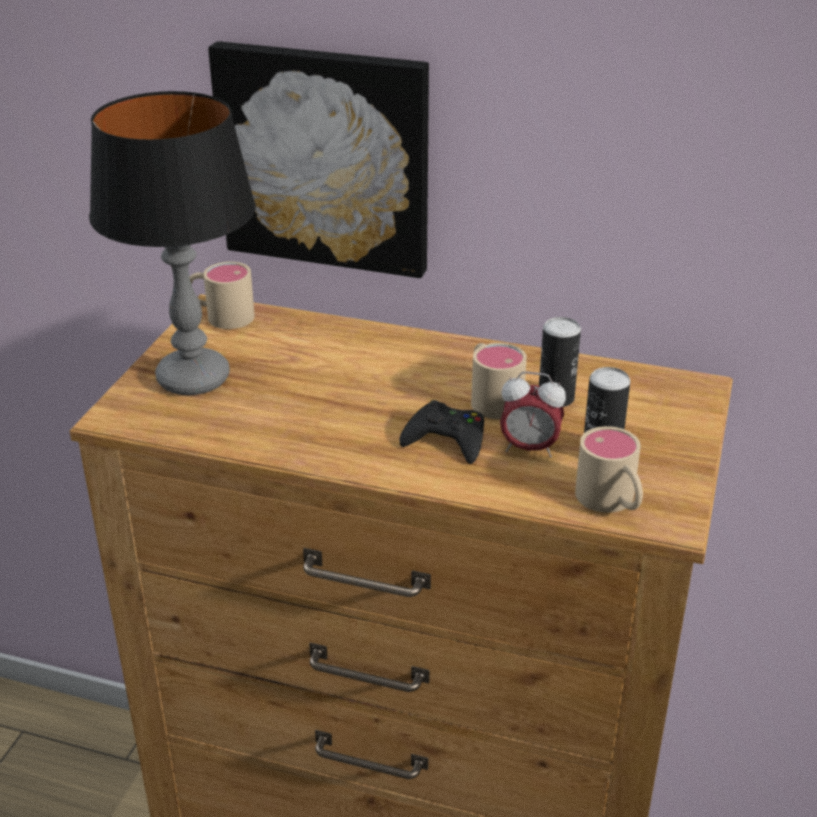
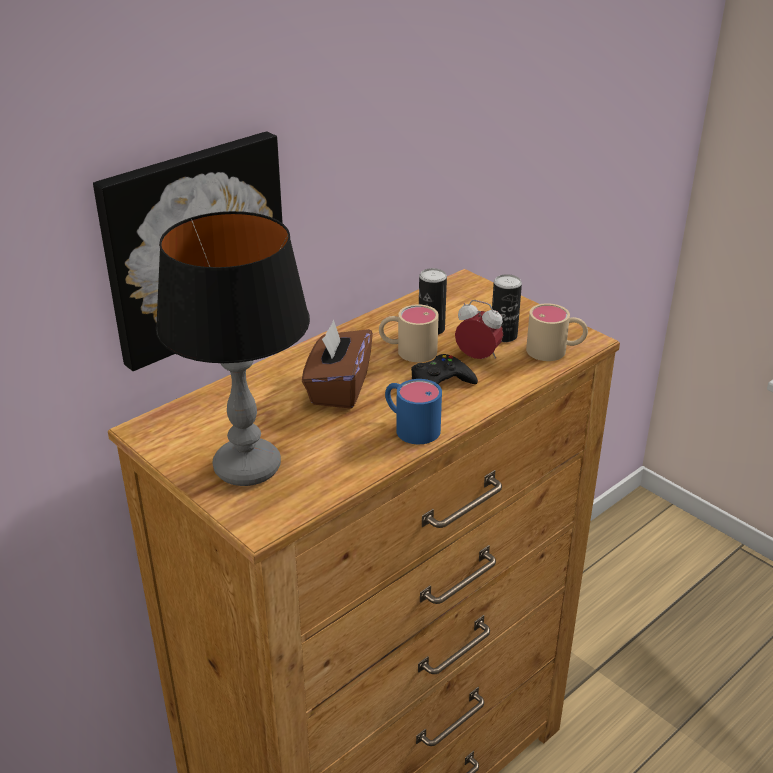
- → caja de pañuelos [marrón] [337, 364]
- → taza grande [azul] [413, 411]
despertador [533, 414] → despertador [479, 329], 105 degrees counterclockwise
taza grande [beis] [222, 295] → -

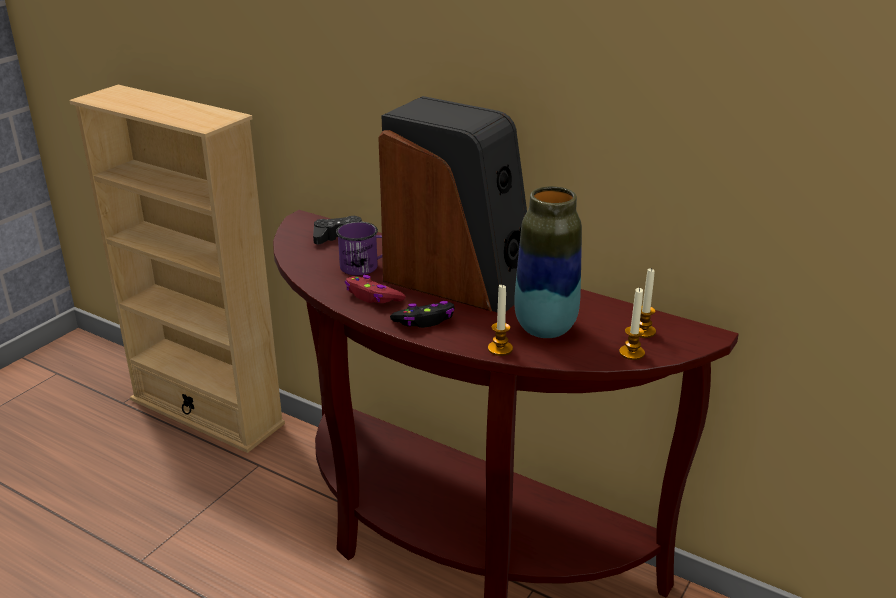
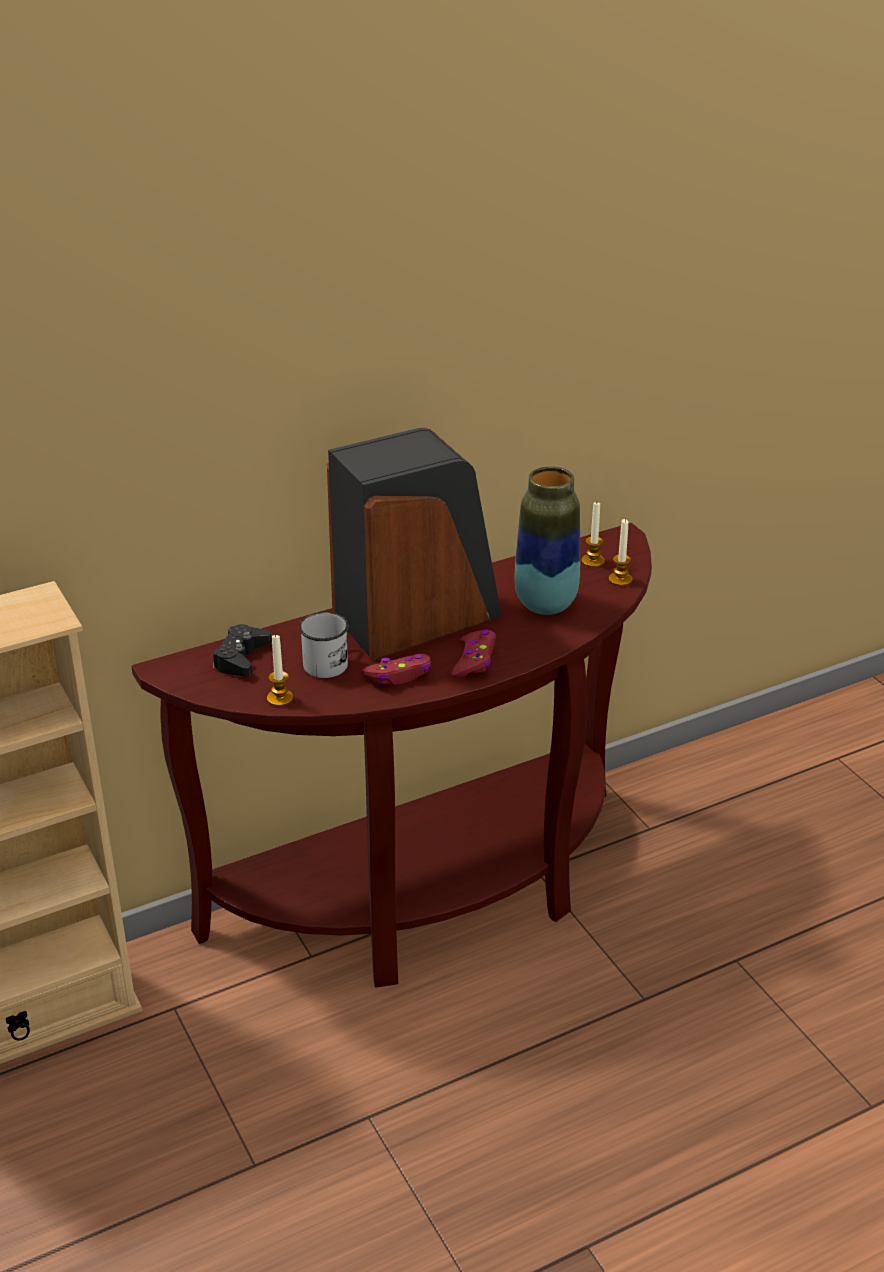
vela [500, 320] → vela [280, 670], shifted
taza grande [morado] [359, 248] → taza grande [blanco] [323, 645]
mando de consola [negro] [422, 314] → mando de consola [rojo] [473, 654]

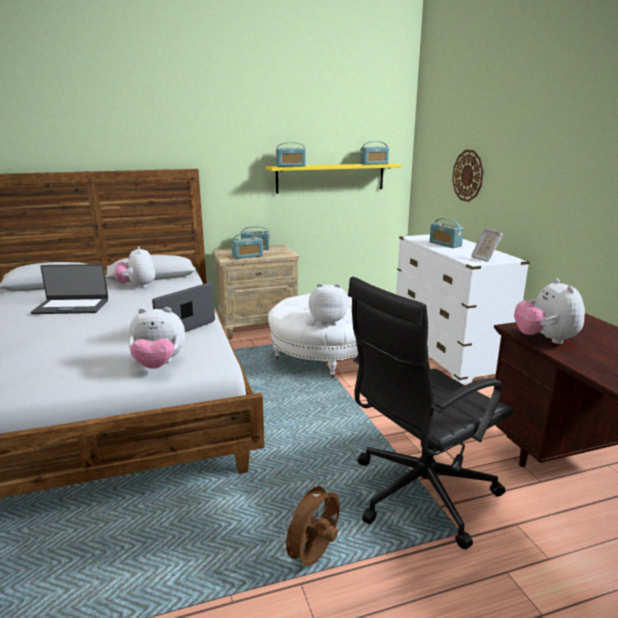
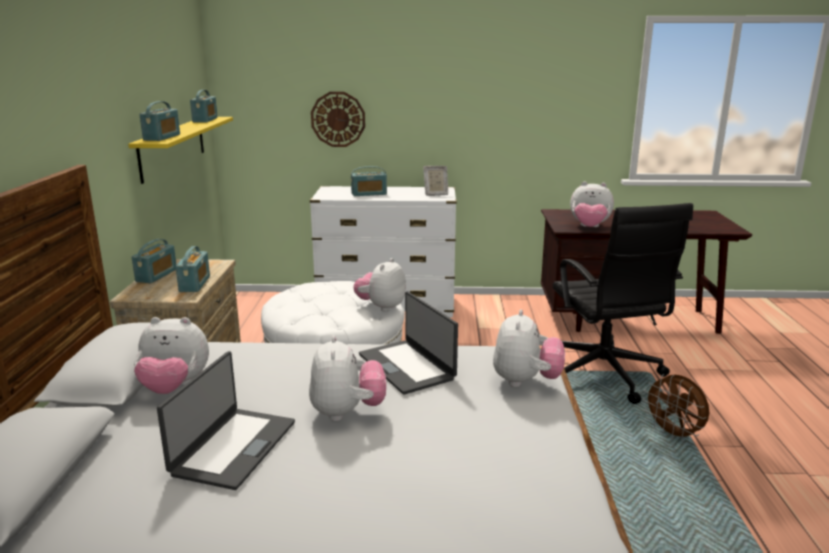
- → peluche [347, 378]

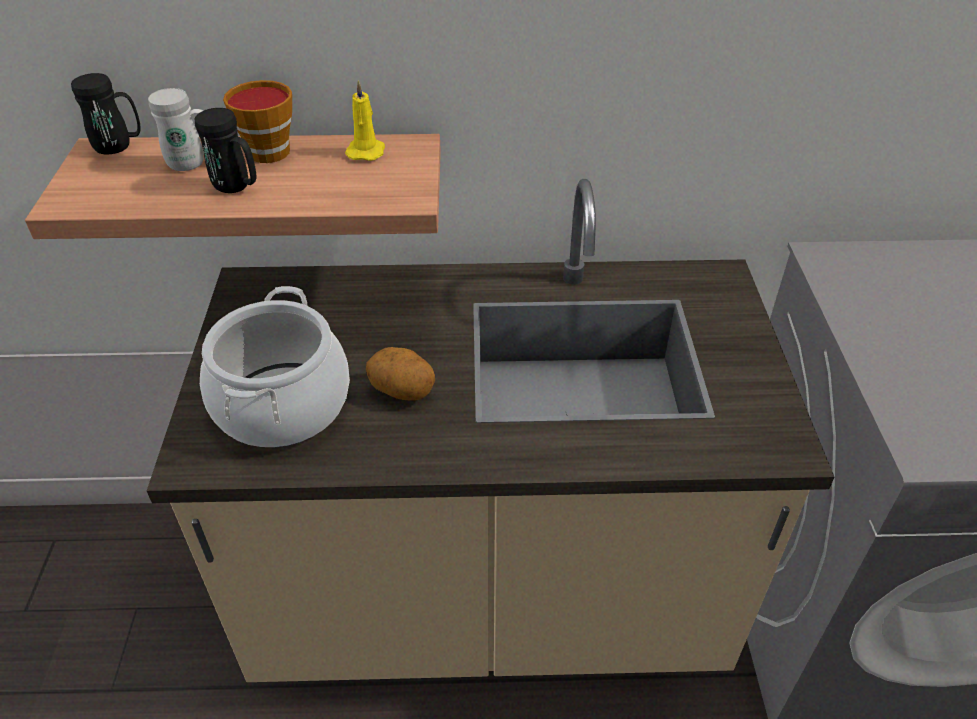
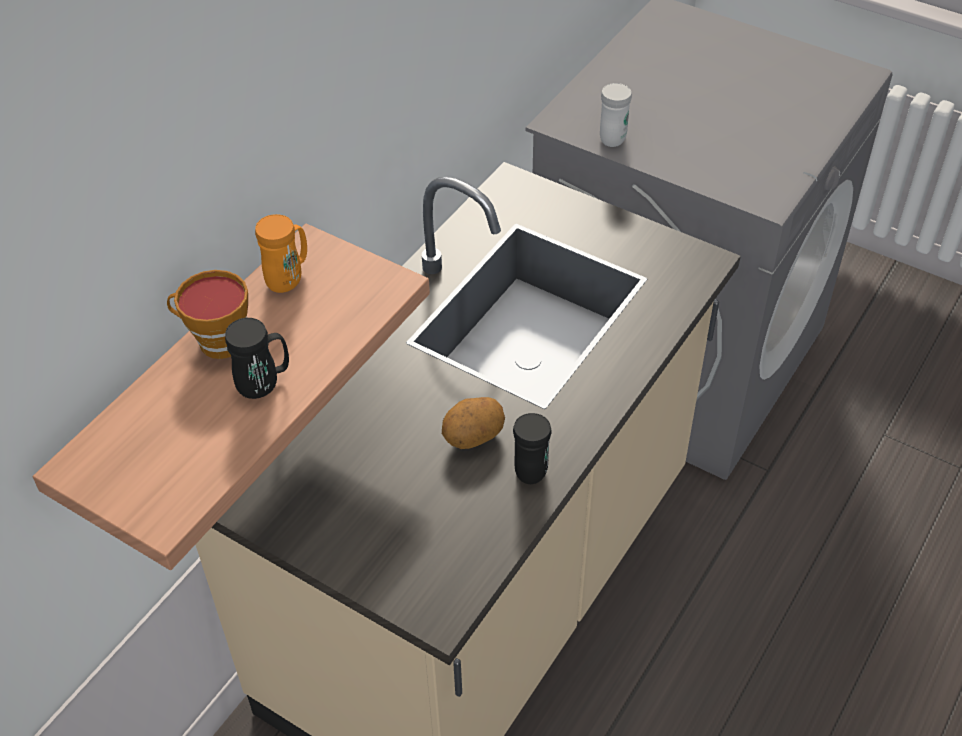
vela [amarillo] [365, 120] → taza grande [naranja] [281, 253]
taza grande [negro] [106, 114] → taza grande [negro] [532, 448], shifted
taza grande [blanco] [176, 129] → taza grande [blanco] [616, 115], shifted
olla [275, 366] → -

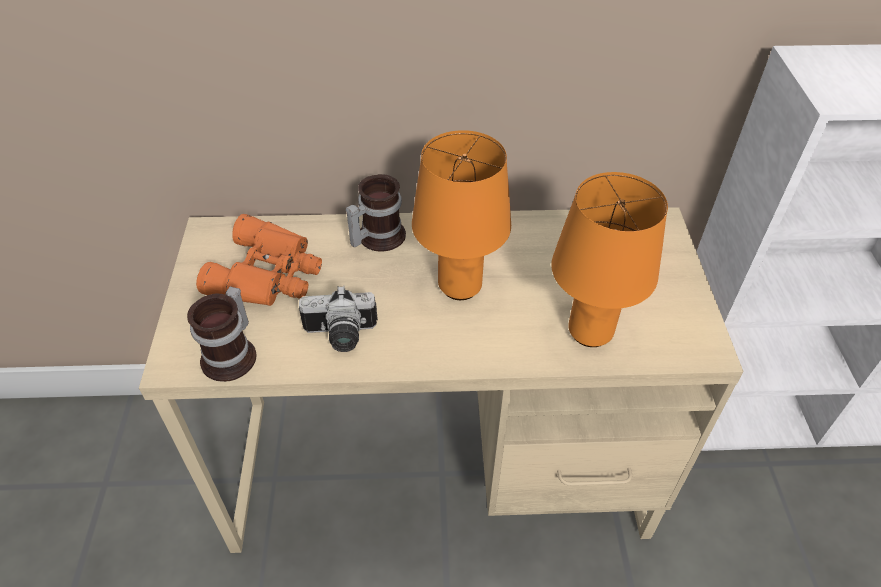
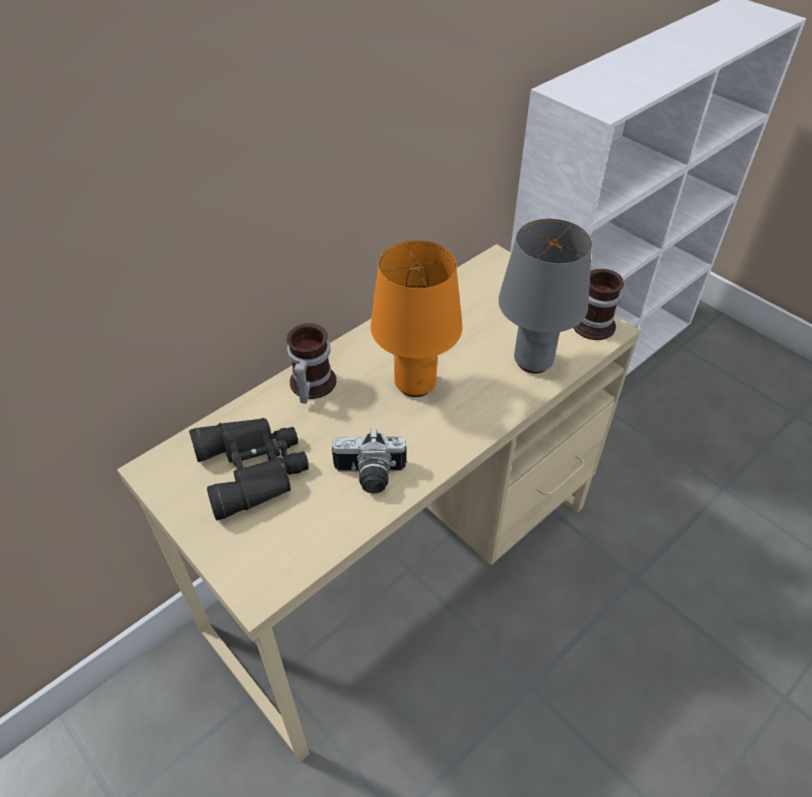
prismáticos [naranja] [259, 260] → prismáticos [negro] [249, 469]
cámara [338, 319] → cámara [369, 461], 45 degrees clockwise
lámpara de mesa [naranja] [609, 259] → lámpara de mesa [gris] [545, 296]
taza grande [222, 334] → taza grande [598, 304], shifted

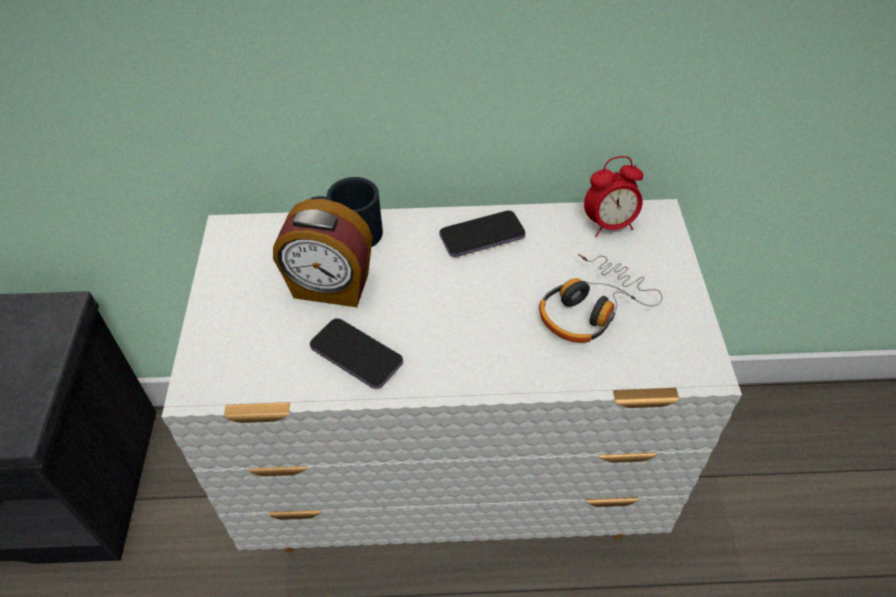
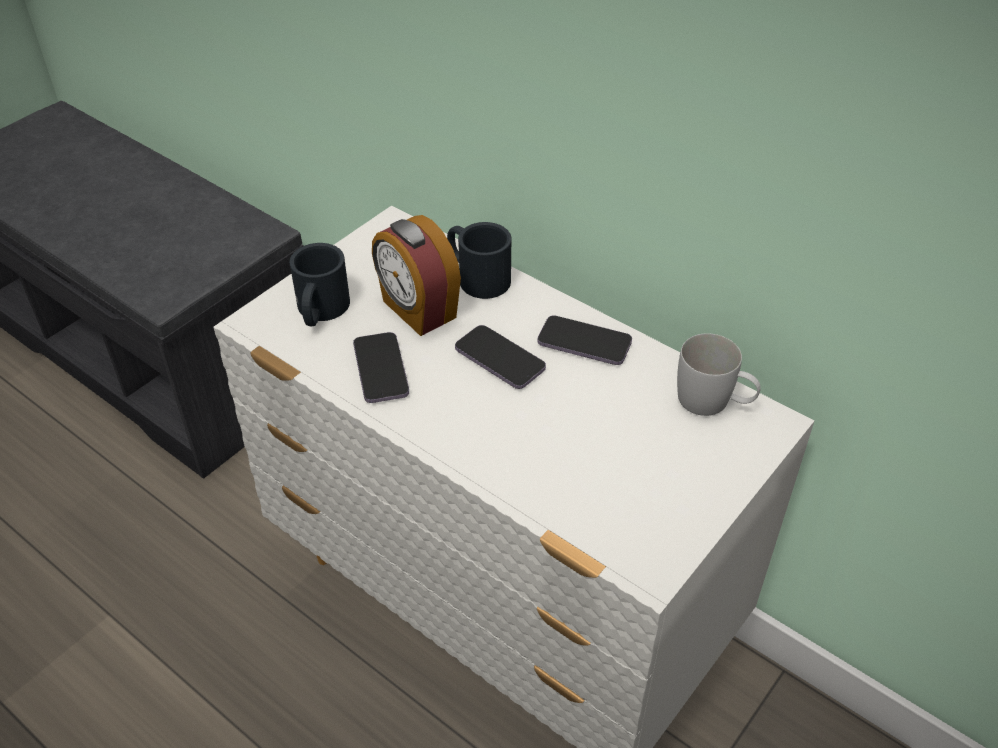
- → taza grande [negro] [319, 285]
- → móvil [500, 357]
despertador [613, 196] → taza grande [blanco] [719, 374]
auriculares [601, 298] → -

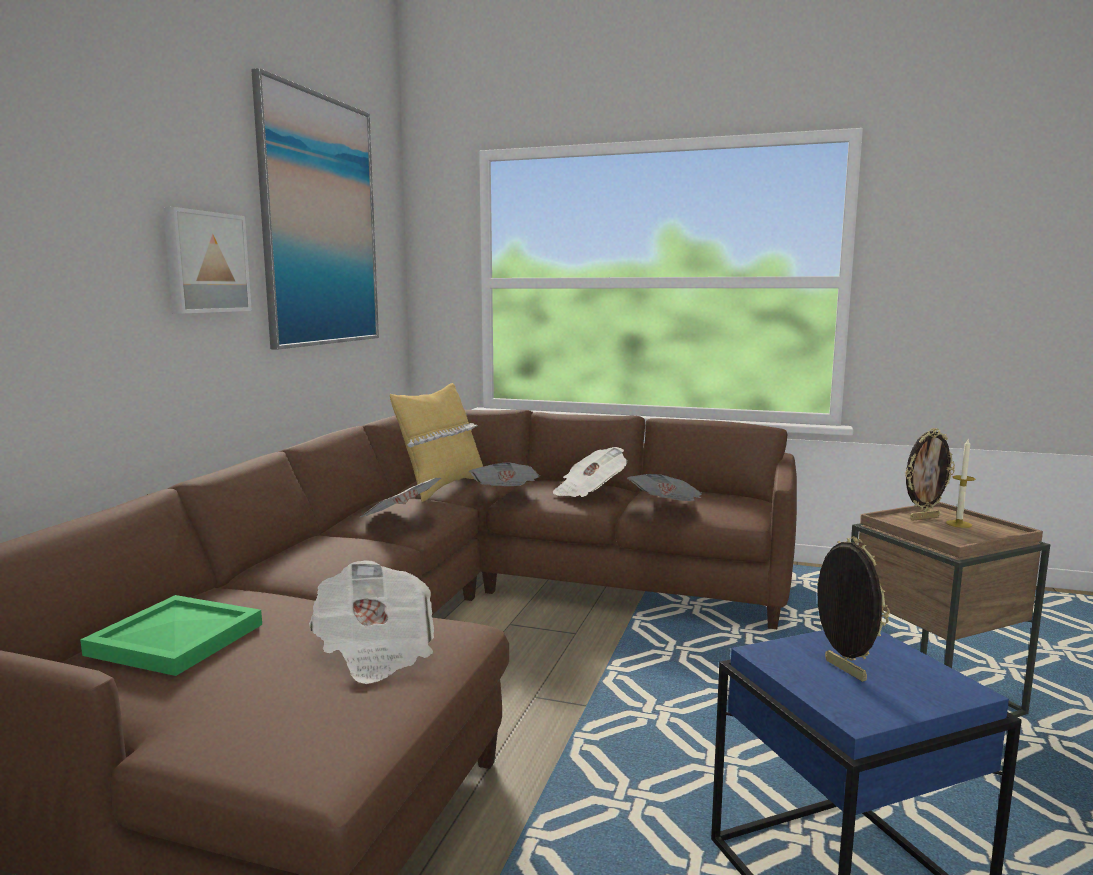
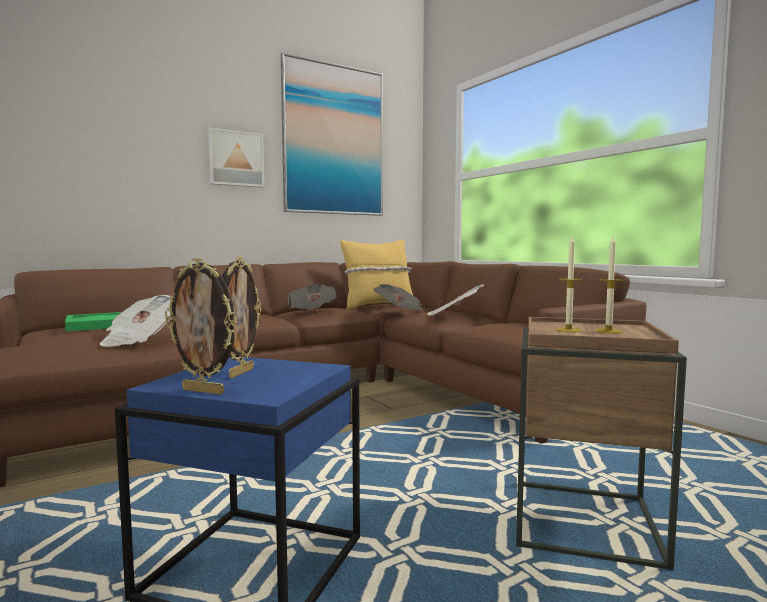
portarretratos [930, 474] → portarretratos [201, 326], shifted
- → vela [569, 284]
periódico [664, 487] → -

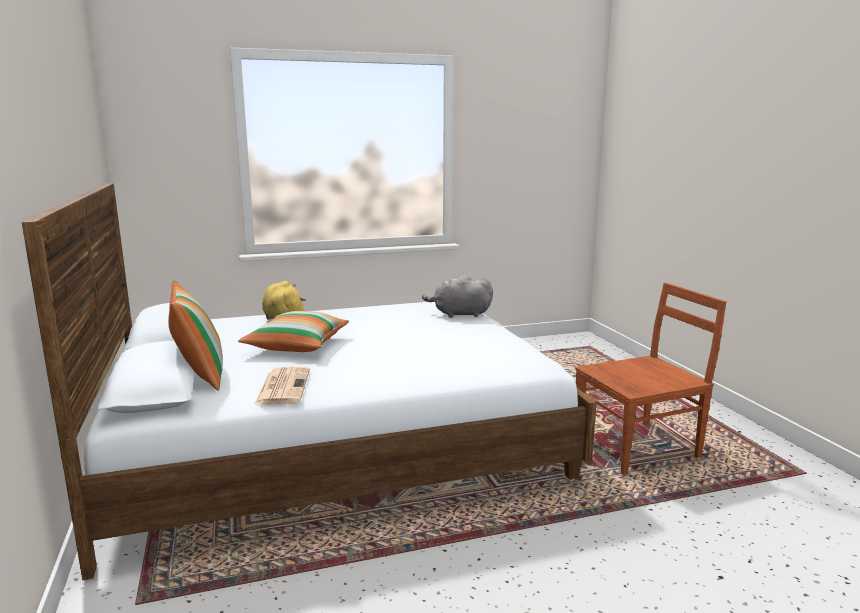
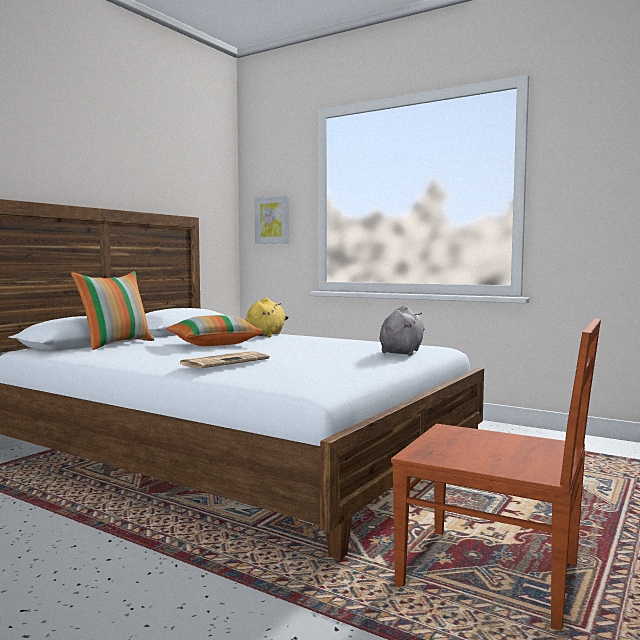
periódico [282, 386] → periódico [225, 360], shifted
- → cuadro [272, 219]
peluche [gris] [457, 296] → peluche [gris] [402, 330], 60 degrees clockwise

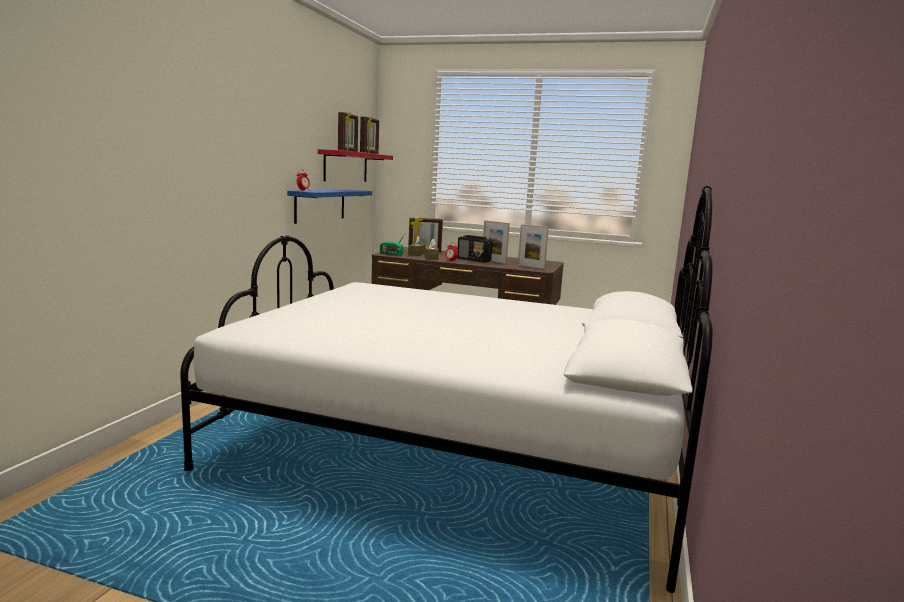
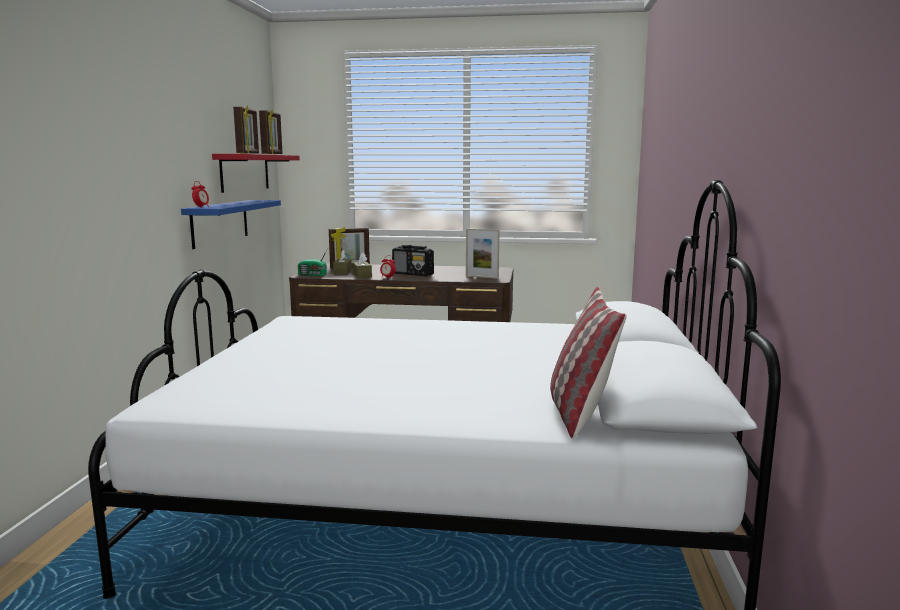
- → cojín [588, 363]
portarretratos [496, 242] → -

